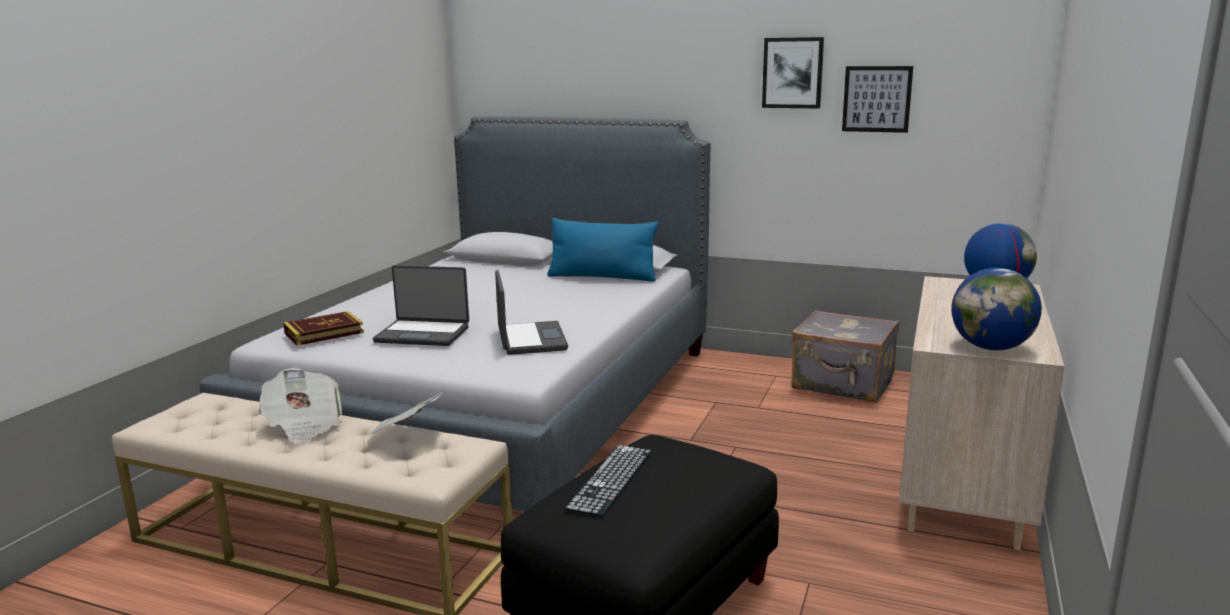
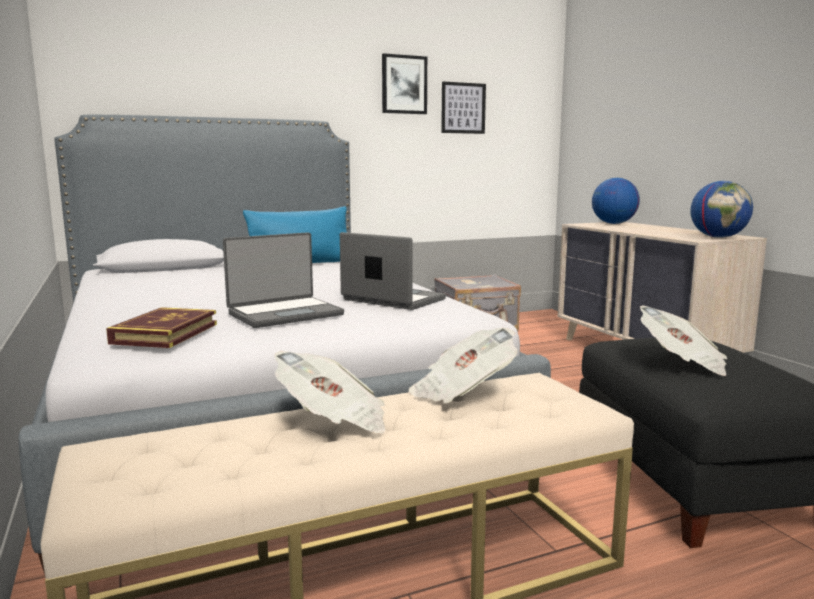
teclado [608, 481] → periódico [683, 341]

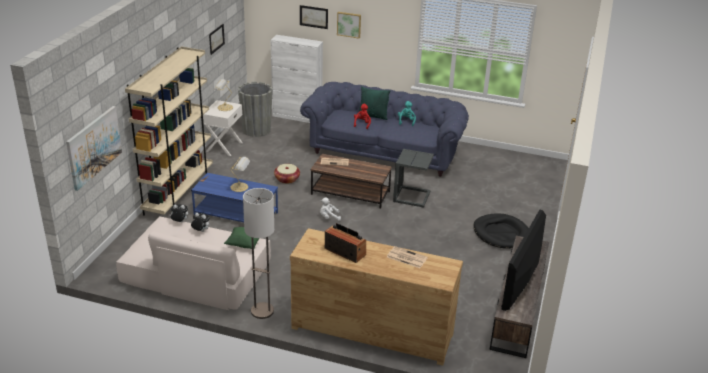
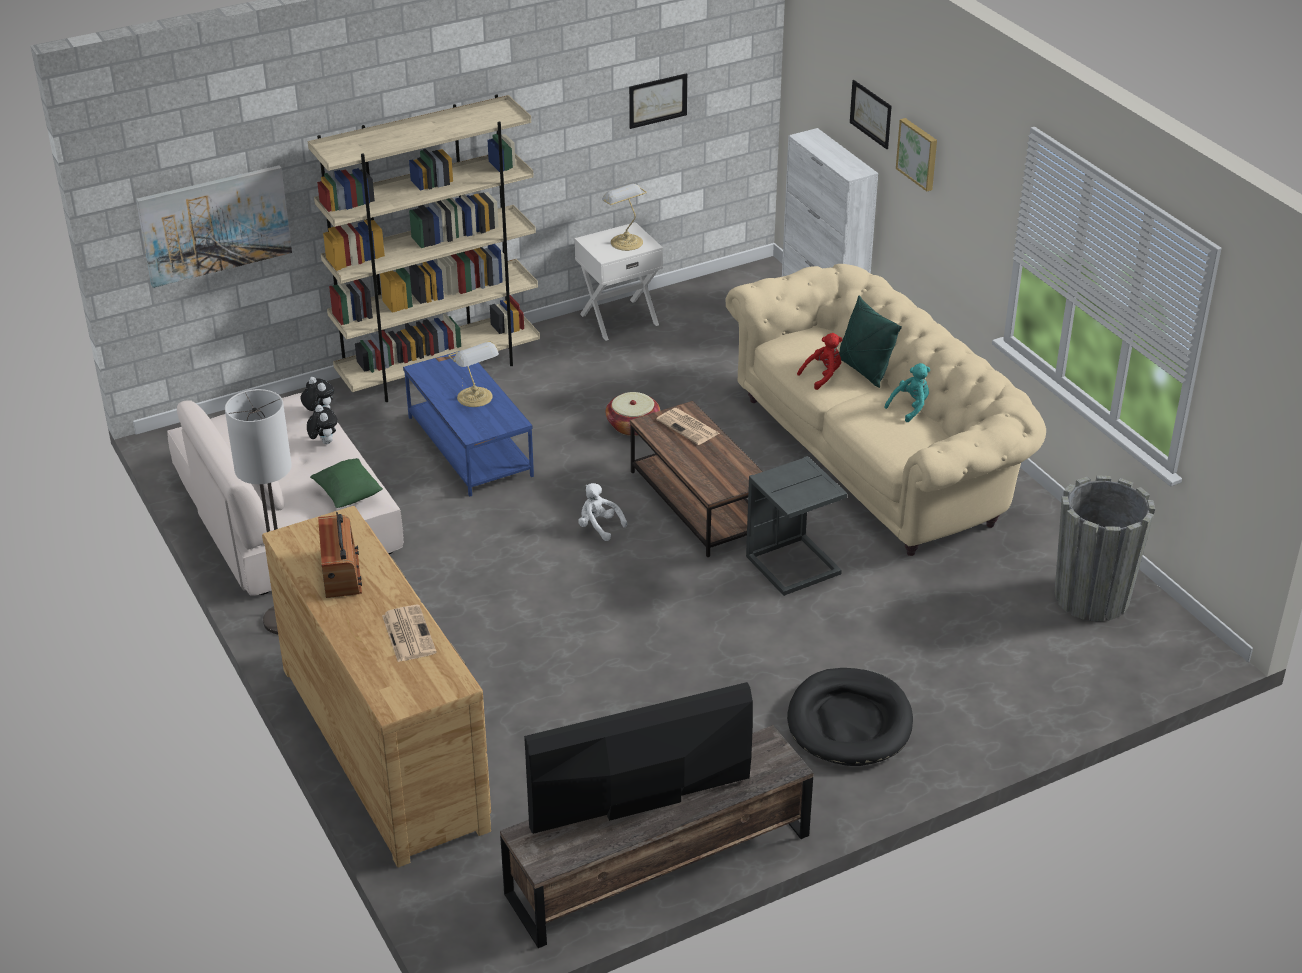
sofá [azul] [384, 129] → sofá [beis] [886, 410]
maceta [gris] [255, 109] → maceta [gris] [1105, 548], shifted

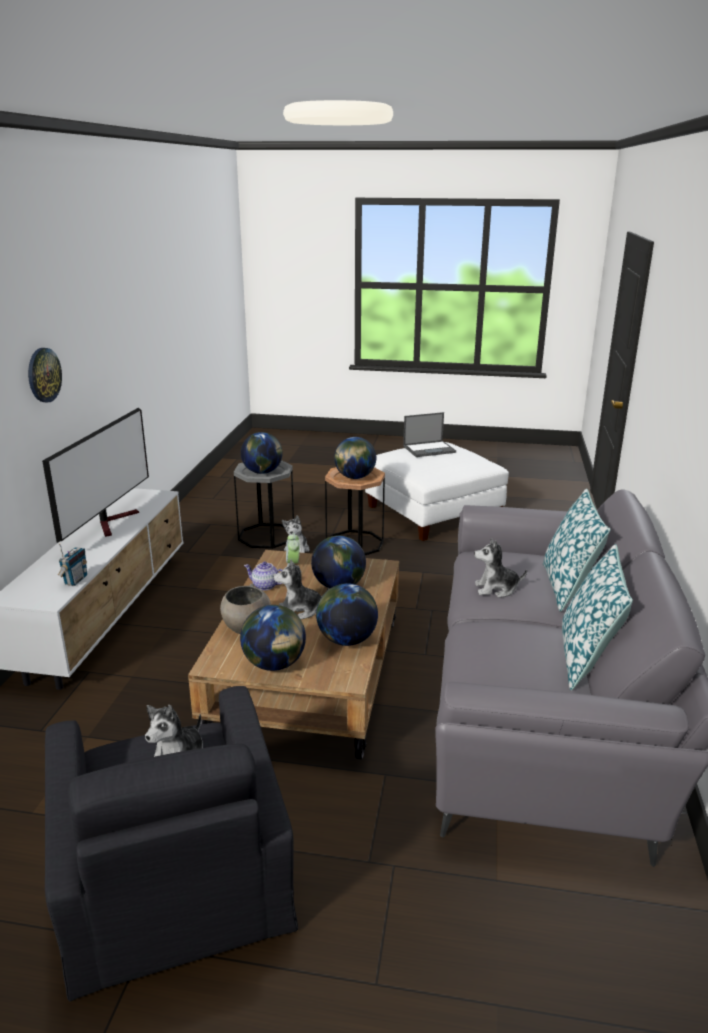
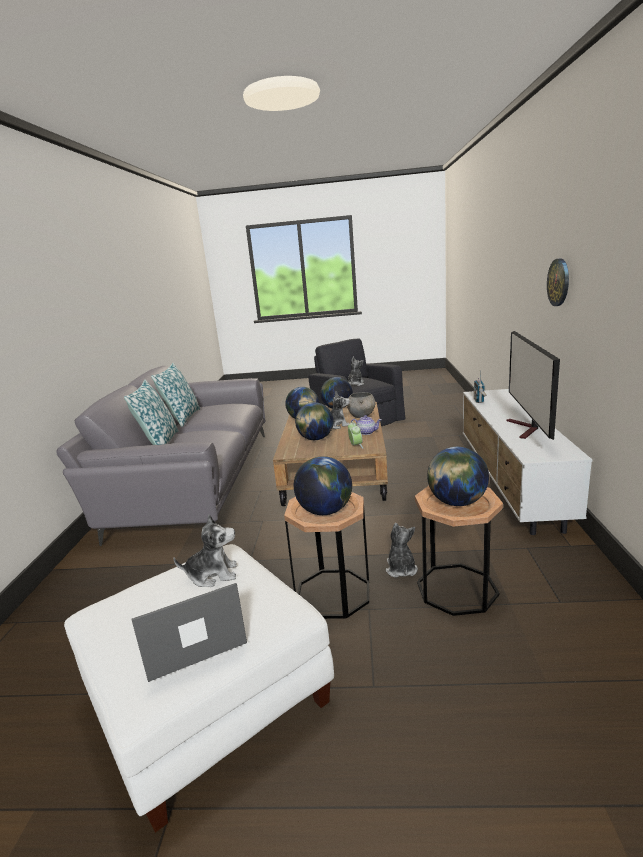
peluche [500, 568] → peluche [205, 550], shifted
mesa auxiliar [gris] [264, 504] → mesa auxiliar [marrón] [459, 551]

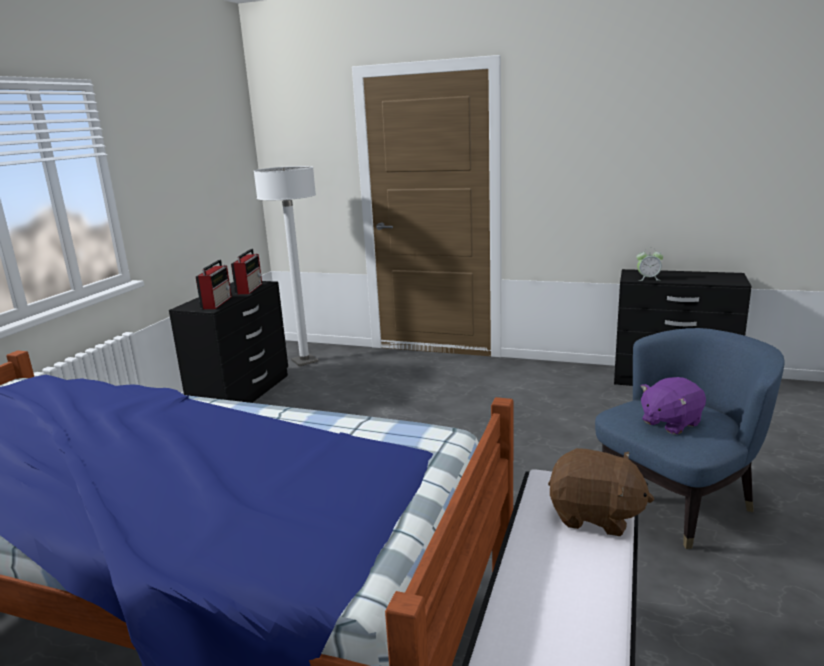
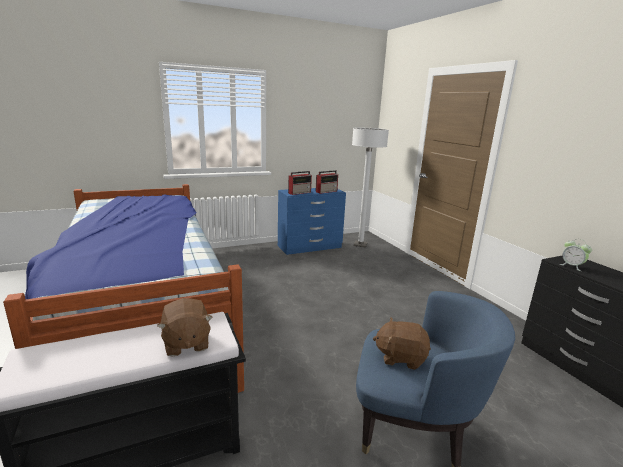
cómoda [negro] [228, 342] → cómoda [azul] [312, 221]
peluche [morado] [673, 405] → peluche [marrón] [402, 343]

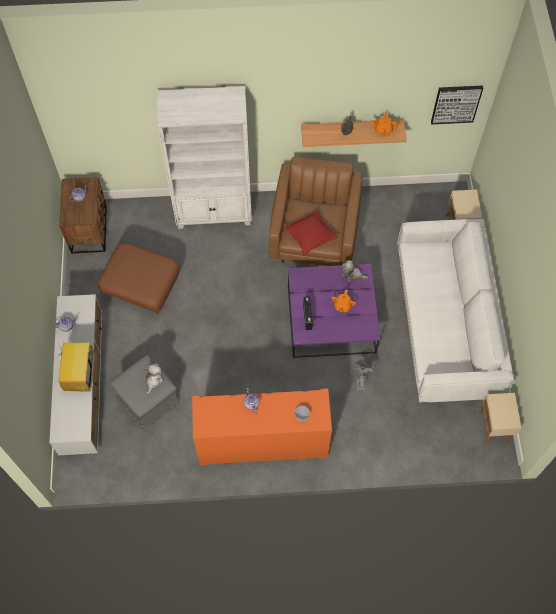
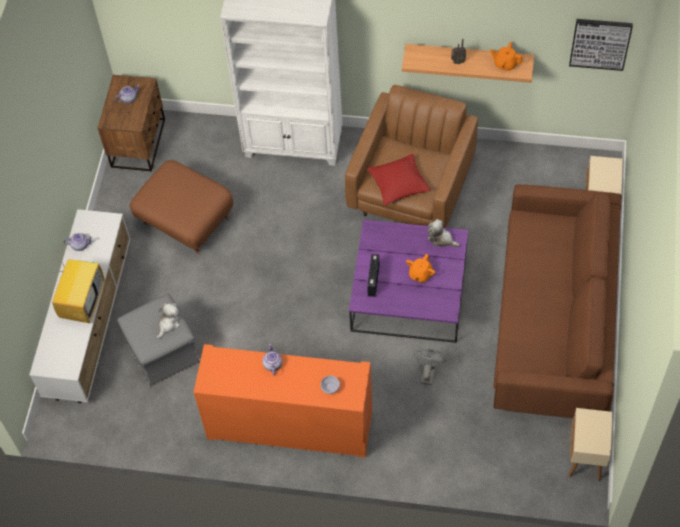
sofá [blanco] [456, 310] → sofá [marrón] [557, 301]

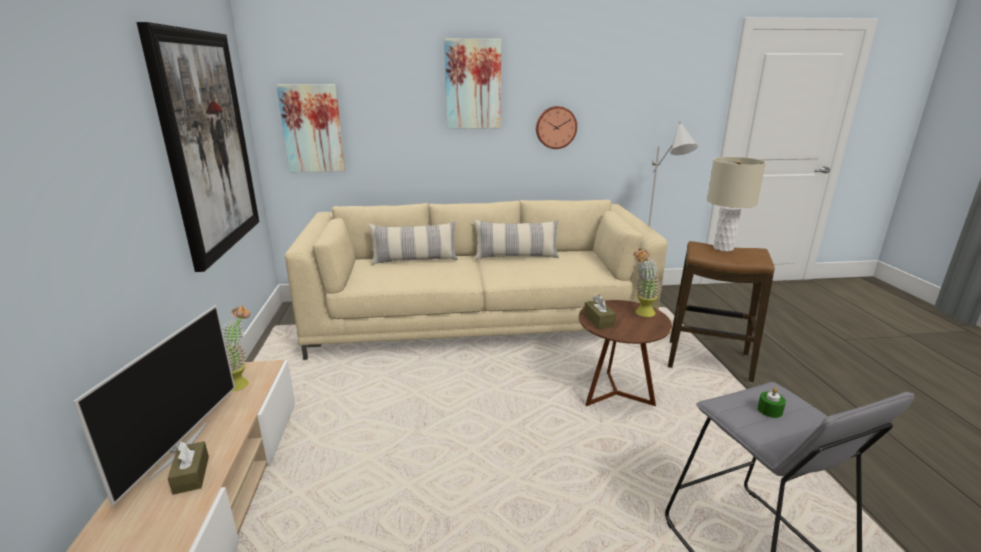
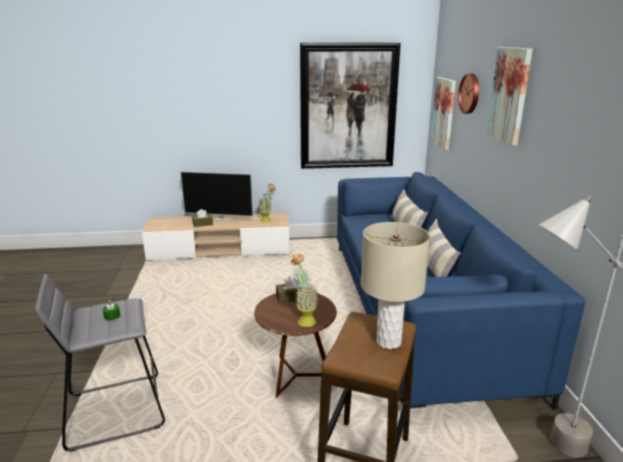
sofá [beis] [476, 279] → sofá [azul] [461, 291]
reloj de pared [556, 127] → reloj de pared [468, 93], shifted

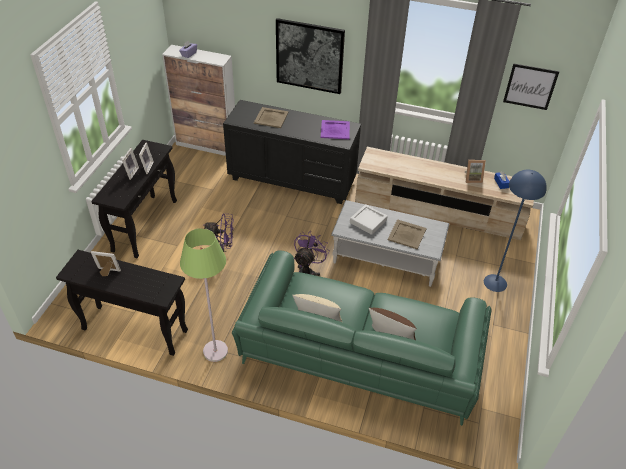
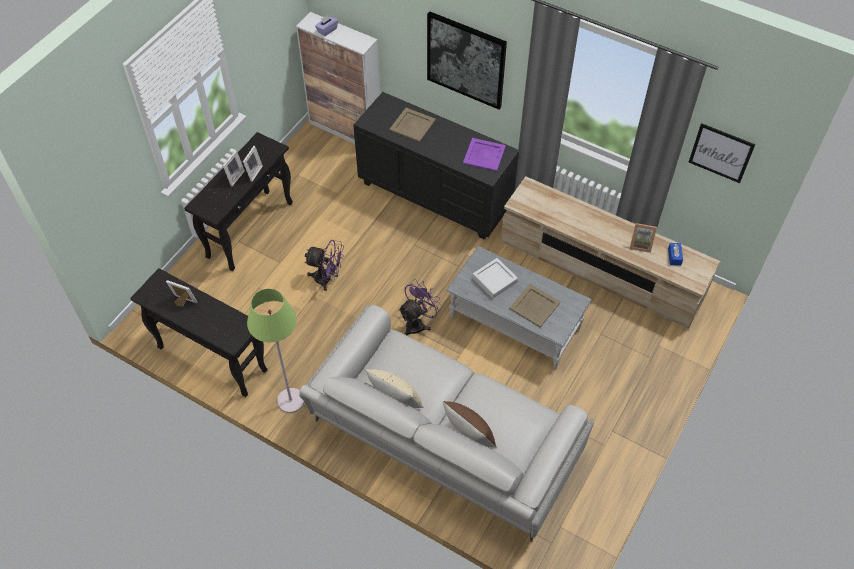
sofá [verde] [361, 338] → sofá [gris] [446, 423]
lámpara de pie [azul] [515, 231] → -

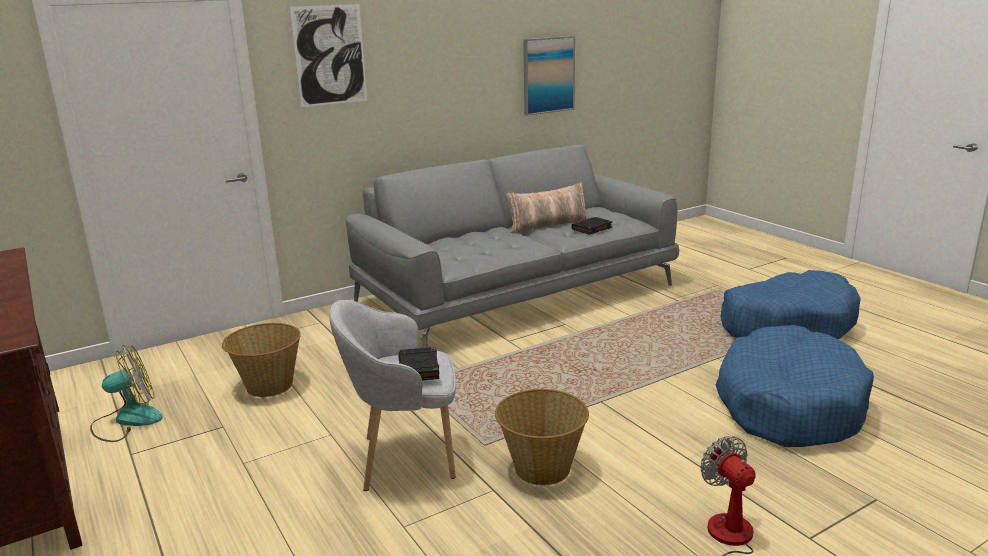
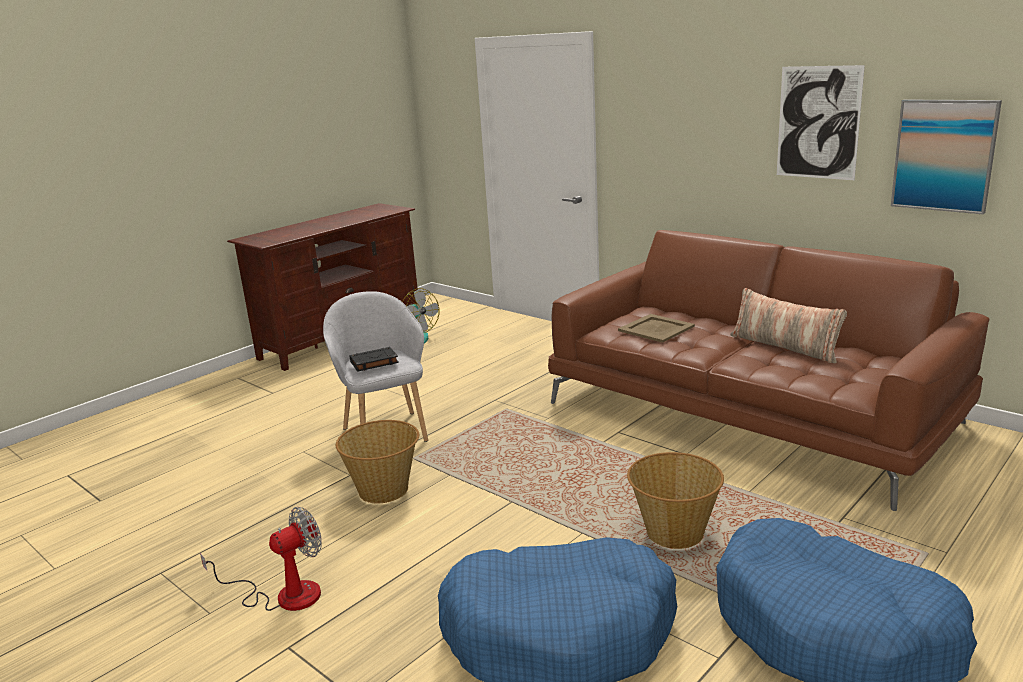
sofá [gris] [512, 246] → sofá [marrón] [768, 370]
- → bandeja [beis] [656, 328]
cesta [261, 360] → cesta [675, 500], shifted
cuadro [328, 55] → cuadro [821, 122], shifted
libro [negro] [592, 226] → -

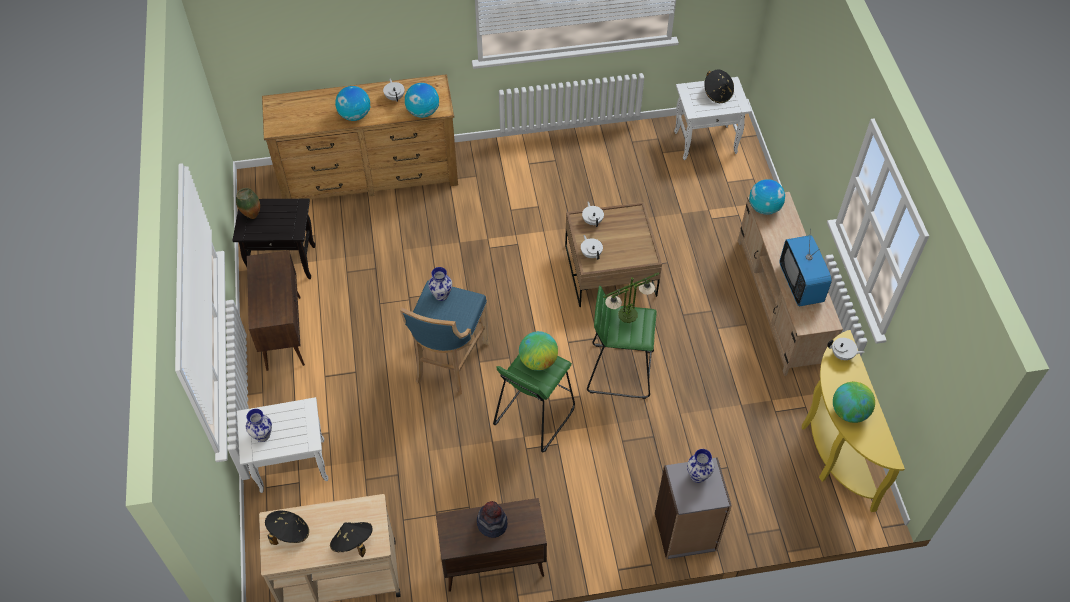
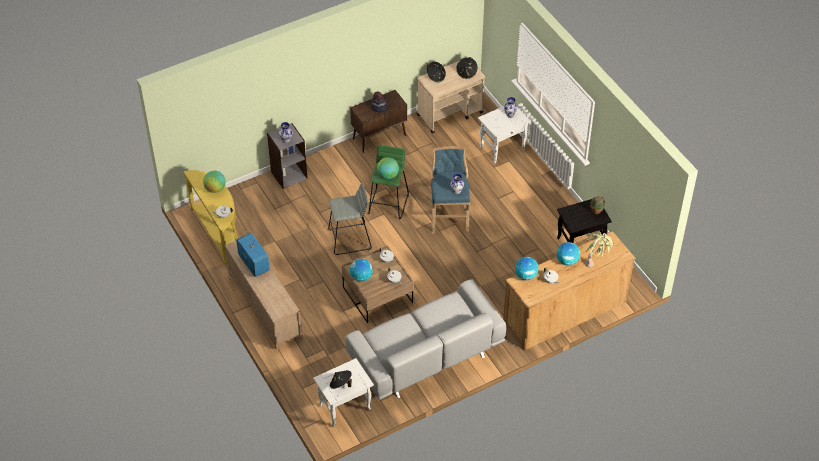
taburete [verde] [622, 342] → taburete [gris] [350, 218]
- → sofá [gris] [426, 339]
globo terráqueo [767, 197] → globo terráqueo [361, 270], shifted
- → planta en maceta [600, 249]
armario [marrón] [276, 310] → -
lámpara de mesa [631, 298] → -

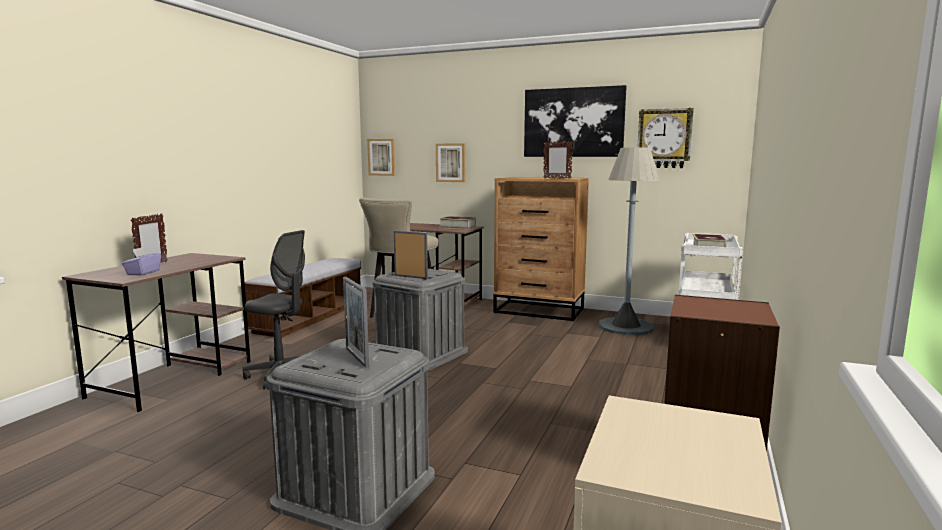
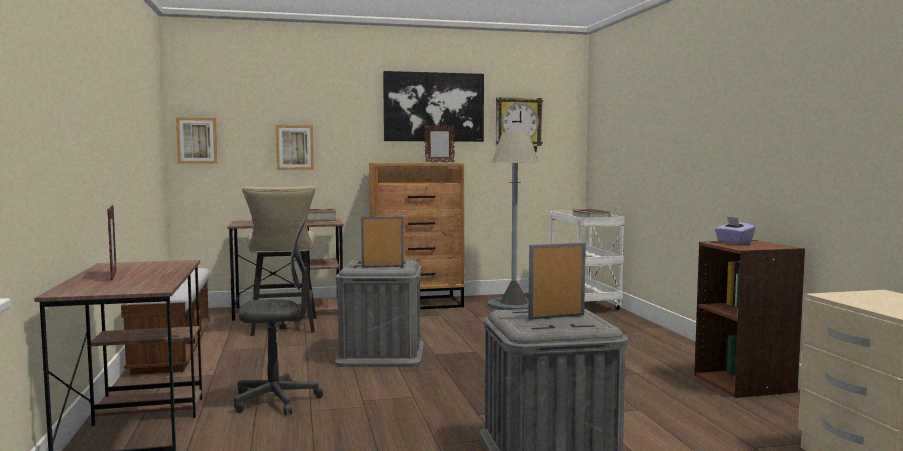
portarretratos [356, 322] → portarretratos [557, 281], 135 degrees clockwise
caja de pañuelos [morado] [141, 261] → caja de pañuelos [morado] [735, 230], shifted

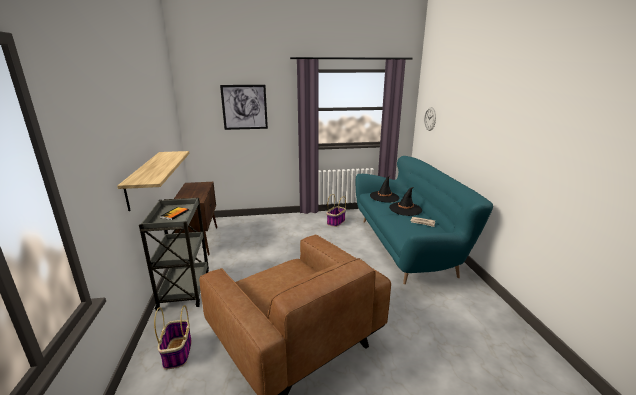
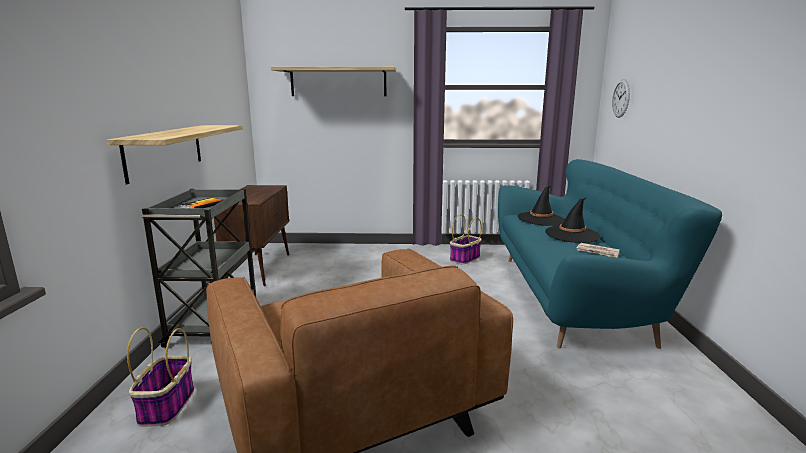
cuadro [244, 107] → estante [333, 81]

